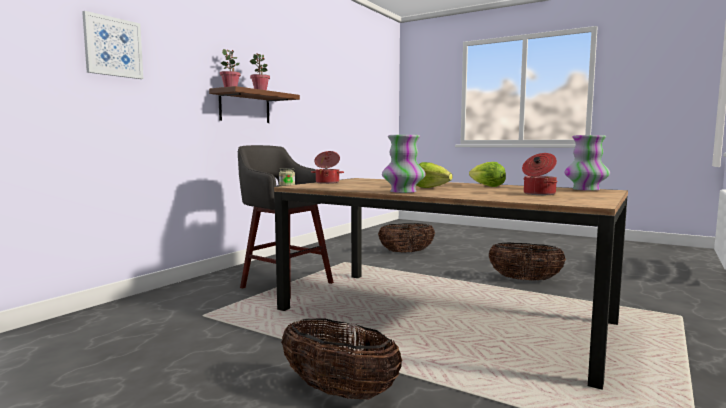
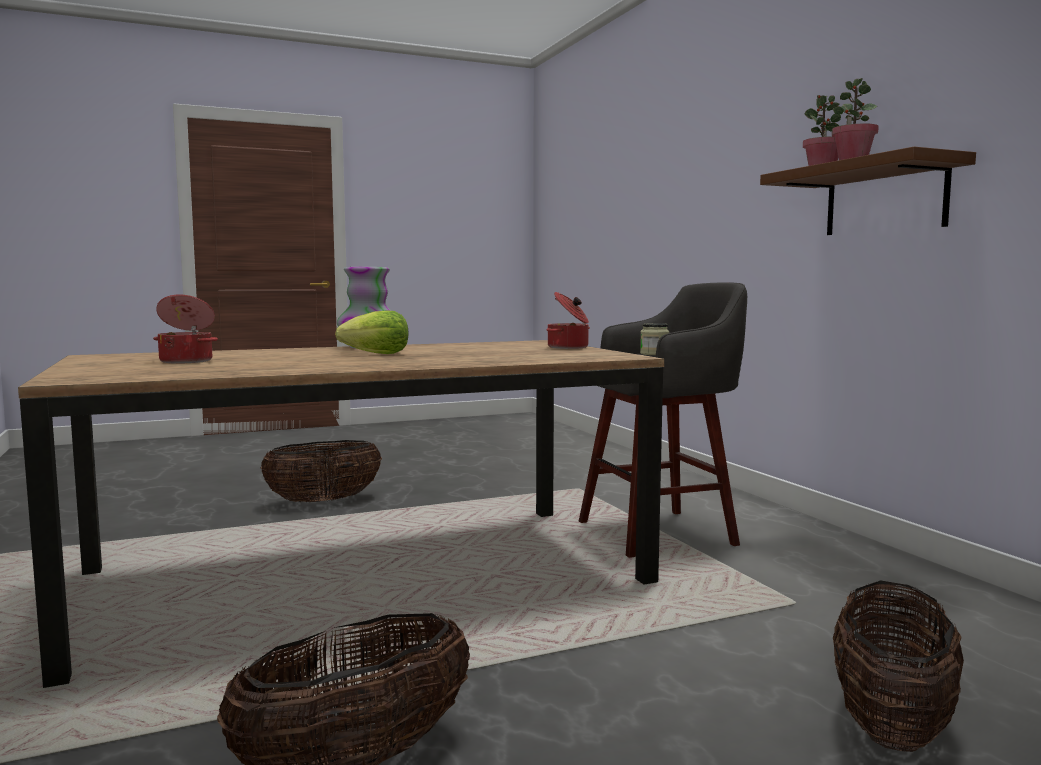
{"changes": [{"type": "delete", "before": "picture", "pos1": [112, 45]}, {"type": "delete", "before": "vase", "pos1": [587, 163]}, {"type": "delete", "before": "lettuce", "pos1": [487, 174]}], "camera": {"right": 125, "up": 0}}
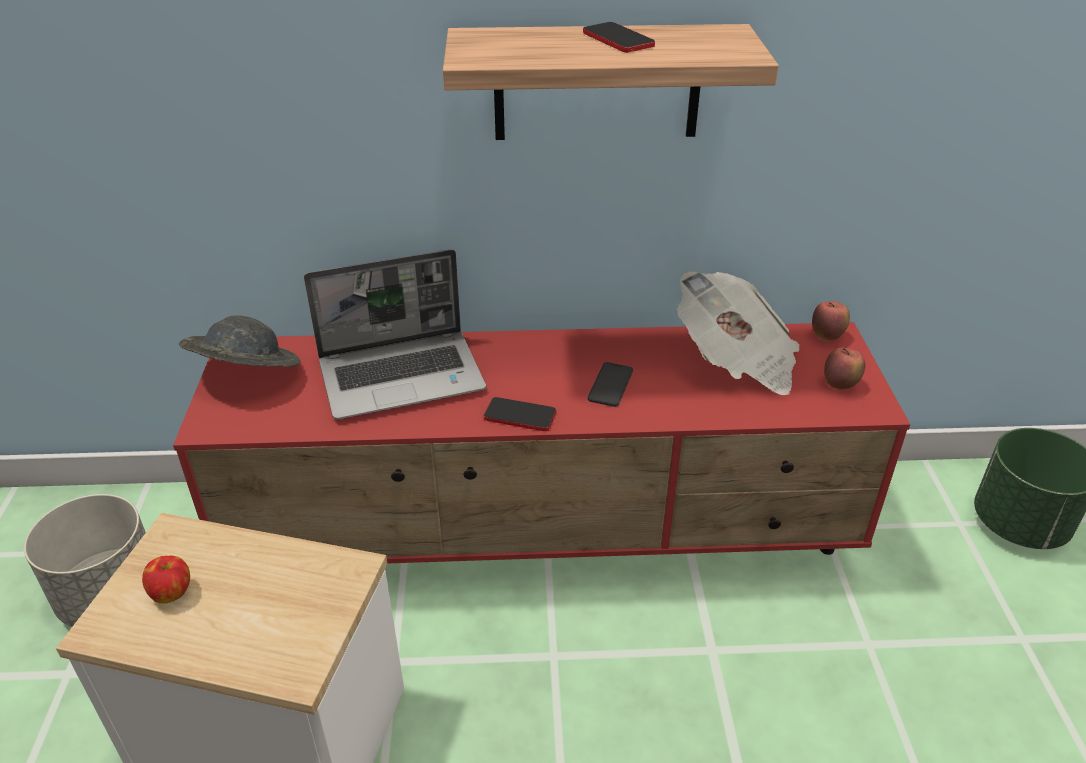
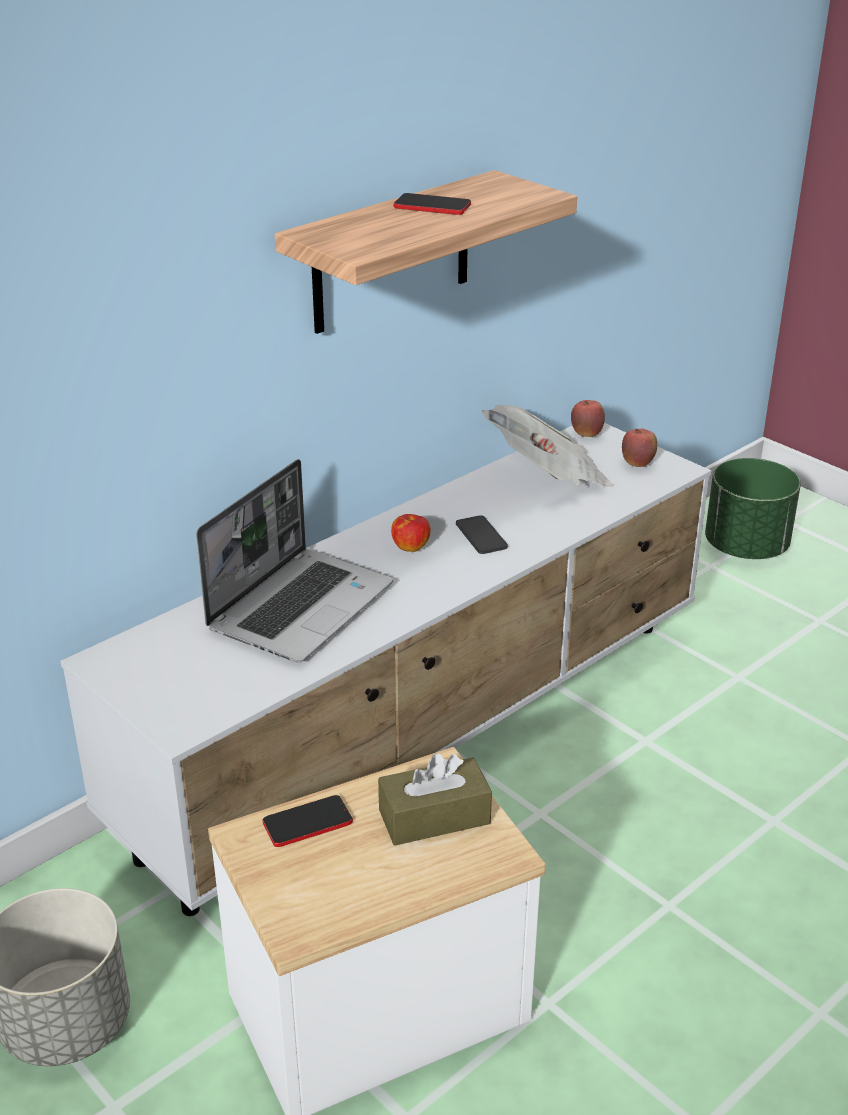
{"changes": [{"type": "delete", "before": "grey hat", "pos1": [240, 341]}, {"type": "recolor", "before": "red tv stand", "after": "white tv stand", "pos1": [541, 442], "pos2": [385, 669]}, {"type": "move", "before": "phone", "pos1": [520, 414], "pos2": [308, 821]}, {"type": "move", "before": "apple", "pos1": [166, 580], "pos2": [411, 533]}, {"type": "insert", "after": "brown tissue box", "pos2": [435, 799]}], "camera": {"right": -40, "up": -5}}
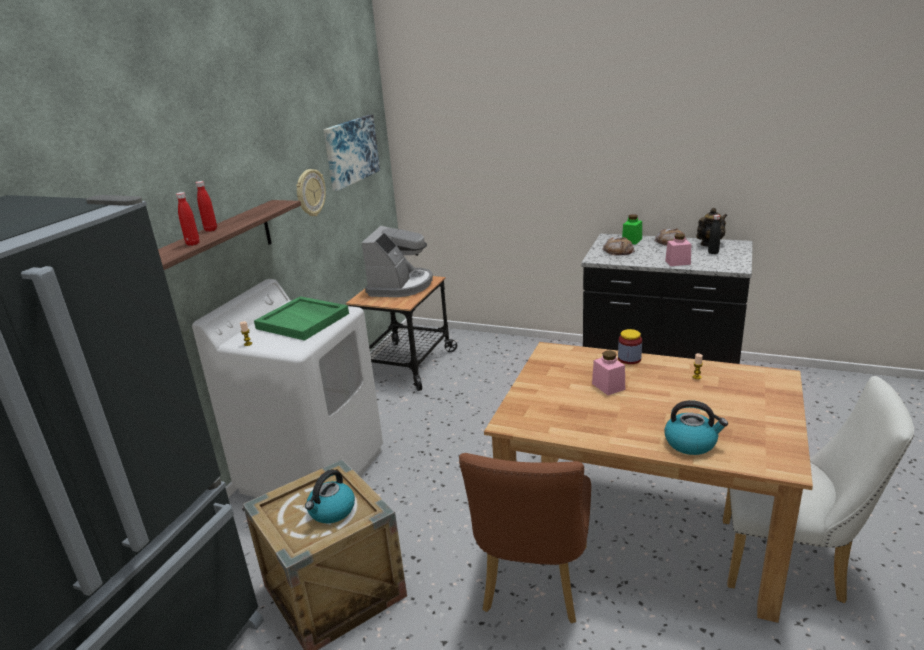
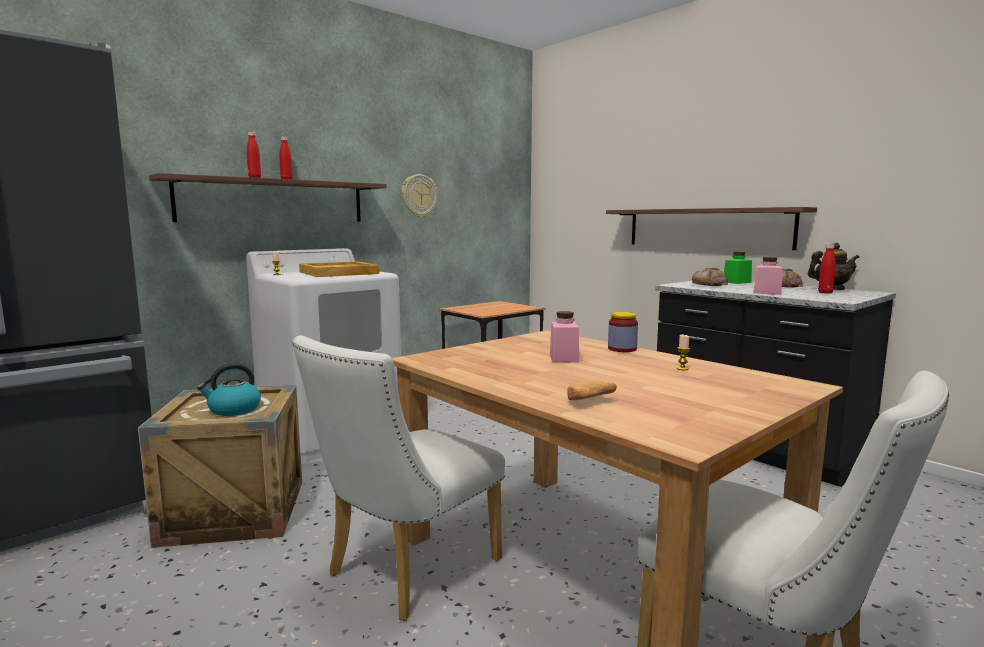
{"changes": [{"type": "delete", "before": "picture", "pos1": [351, 153]}, {"type": "recolor", "before": "black bottle", "after": "red bottle", "pos1": [714, 234], "pos2": [827, 268]}, {"type": "delete", "before": "coffee machine", "pos1": [397, 261]}, {"type": "recolor", "before": "green tray", "after": "beige tray", "pos1": [301, 318], "pos2": [339, 269]}, {"type": "replace", "before": "kettle", "after": "bread", "pos1": [696, 427], "pos2": [592, 390]}, {"type": "recolor", "before": "brown chair", "after": "white chair", "pos1": [525, 538], "pos2": [398, 478]}, {"type": "insert", "after": "shelf", "pos2": [711, 228]}], "camera": {"right": 25, "up": -15}}
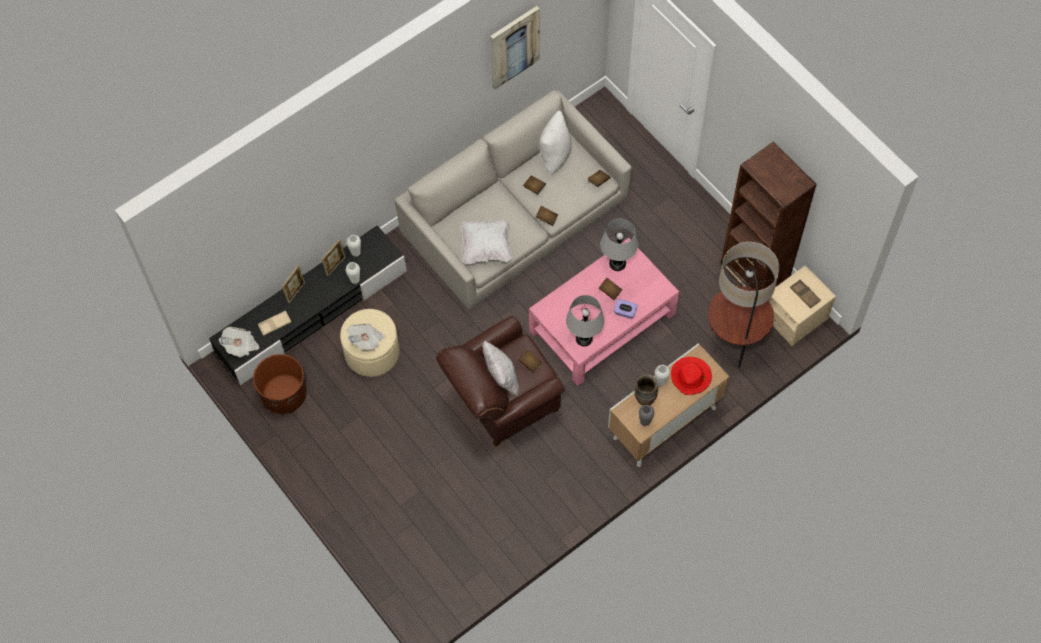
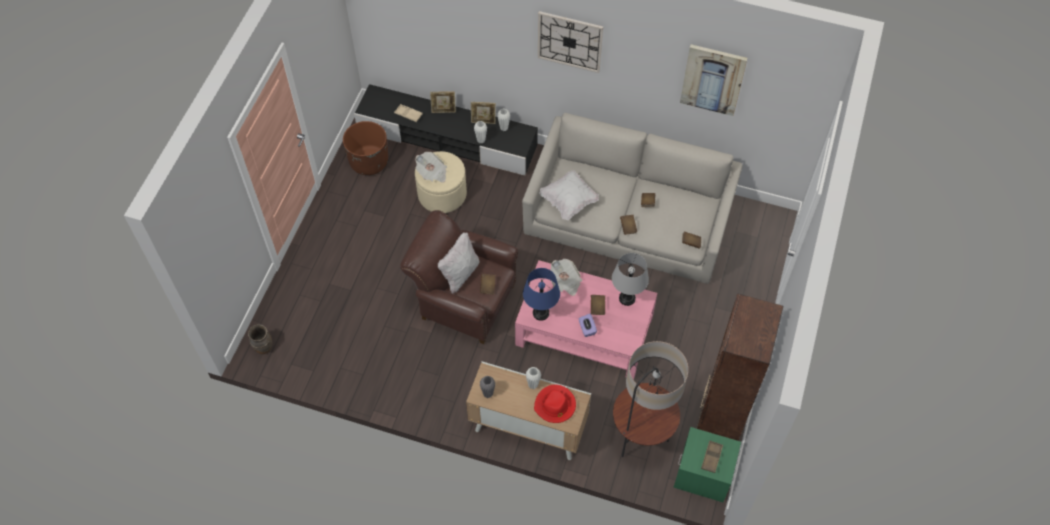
{"changes": [{"type": "delete", "before": "white pillow", "pos1": [555, 142]}, {"type": "recolor", "before": "beige nightstand", "after": "green nightstand", "pos1": [802, 305], "pos2": [707, 464]}, {"type": "recolor", "before": "grey table lamp", "after": "blue table lamp", "pos1": [585, 320], "pos2": [541, 294]}, {"type": "move", "before": "newspaper", "pos1": [239, 341], "pos2": [567, 277]}, {"type": "move", "before": "brown vase", "pos1": [646, 390], "pos2": [260, 339]}, {"type": "insert", "after": "wall clock", "pos2": [570, 42]}], "camera": {"right": 55, "up": -5}}
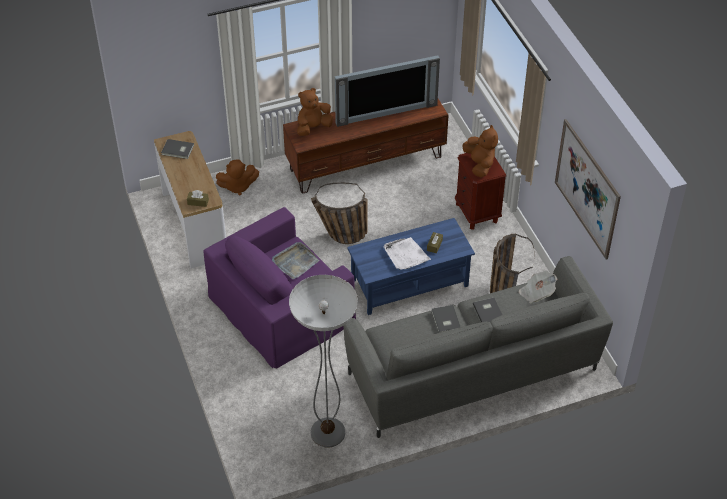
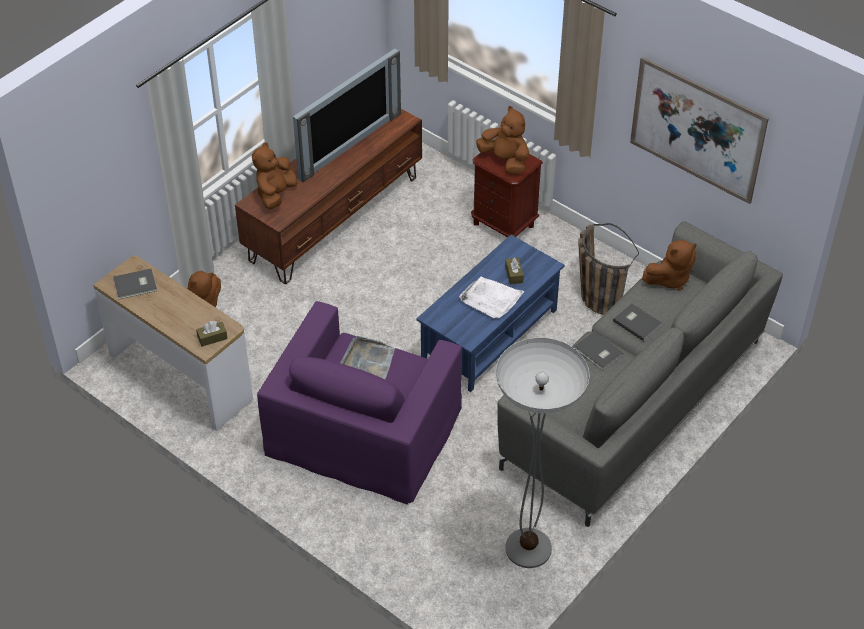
{"changes": [{"type": "delete", "before": "basket", "pos1": [339, 213]}, {"type": "replace", "before": "newspaper", "after": "brown plush toy", "pos1": [538, 287], "pos2": [669, 265]}], "camera": {"right": -30, "up": 0}}
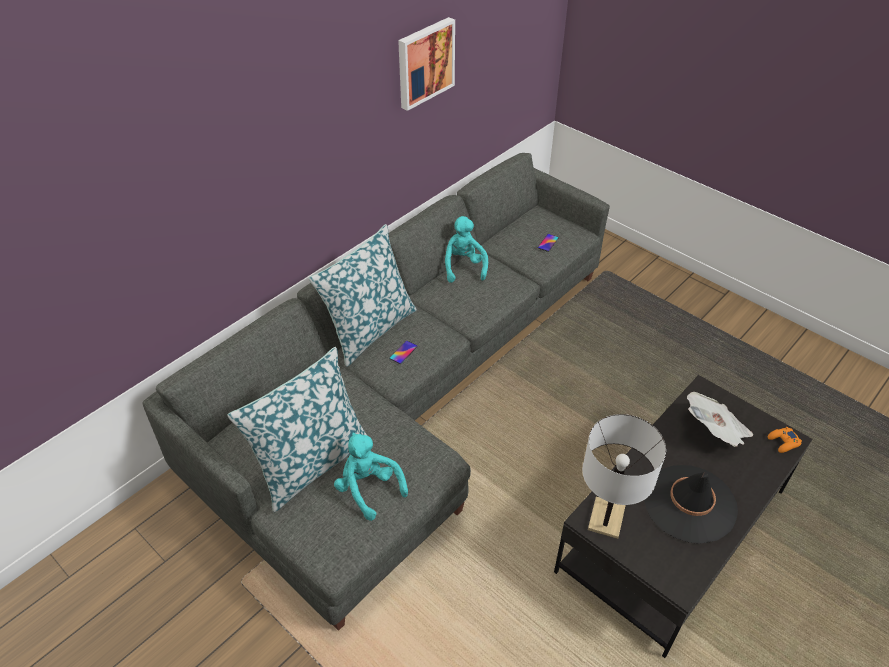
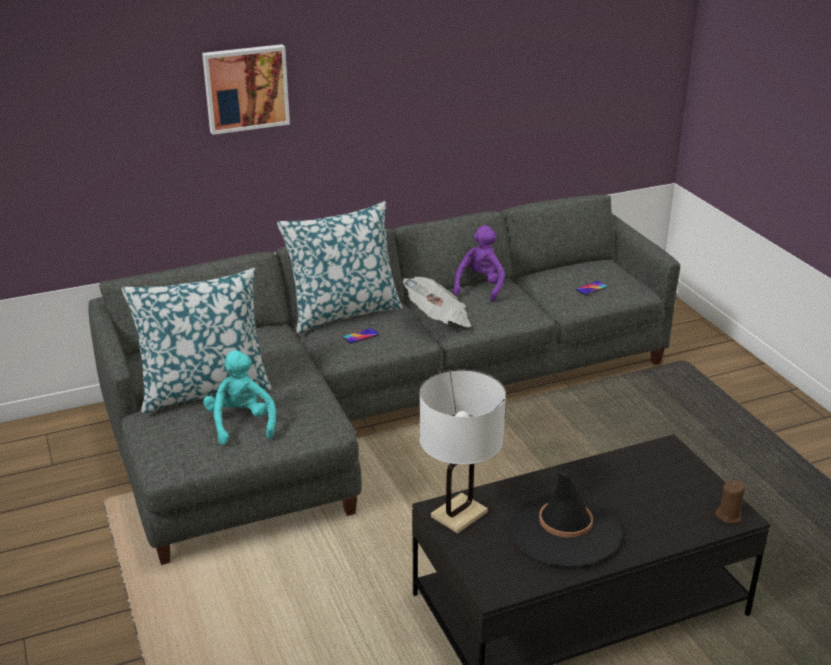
{"changes": [{"type": "move", "before": "picture", "pos1": [426, 64], "pos2": [246, 89]}, {"type": "recolor", "before": "turquoise plush toy", "after": "purple plush toy", "pos1": [466, 249], "pos2": [479, 263]}, {"type": "move", "before": "newspaper", "pos1": [720, 419], "pos2": [437, 302]}, {"type": "replace", "before": "orange game controller", "after": "brown candle", "pos1": [785, 440], "pos2": [730, 502]}], "camera": {"right": 25, "up": -15}}
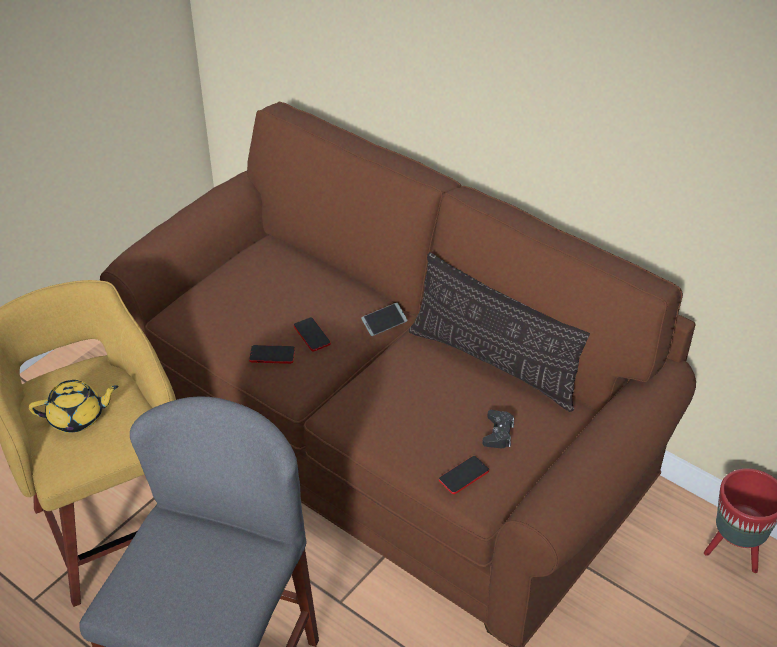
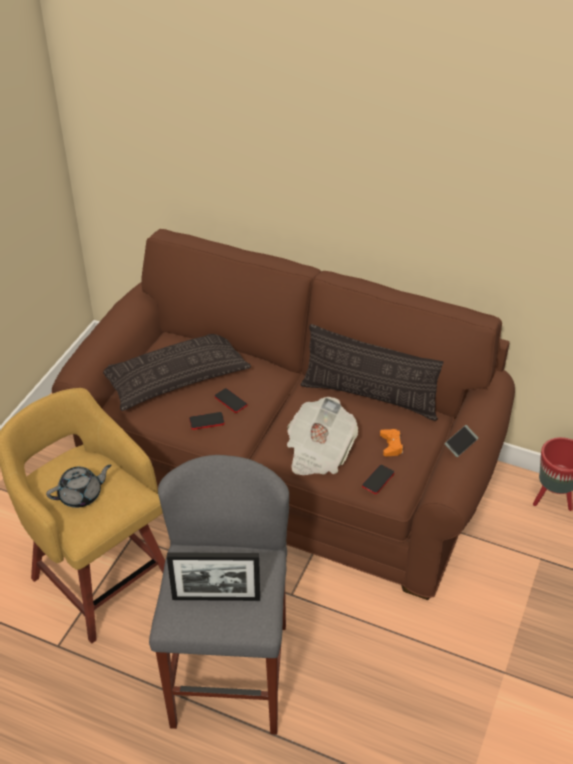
{"changes": [{"type": "move", "before": "phone", "pos1": [384, 319], "pos2": [461, 441]}, {"type": "recolor", "before": "yellow teapot", "after": "grey teapot", "pos1": [74, 406], "pos2": [79, 486]}, {"type": "recolor", "before": "black game controller", "after": "orange game controller", "pos1": [498, 429], "pos2": [391, 443]}, {"type": "insert", "after": "pillow", "pos2": [177, 372]}, {"type": "insert", "after": "newspaper", "pos2": [322, 436]}, {"type": "insert", "after": "picture frame", "pos2": [213, 576]}], "camera": {"right": -15, "up": 0}}
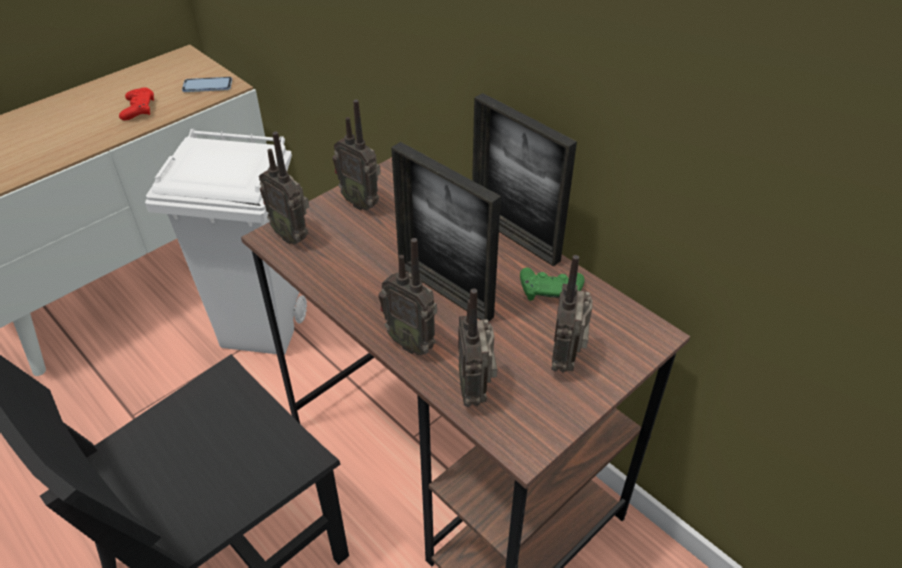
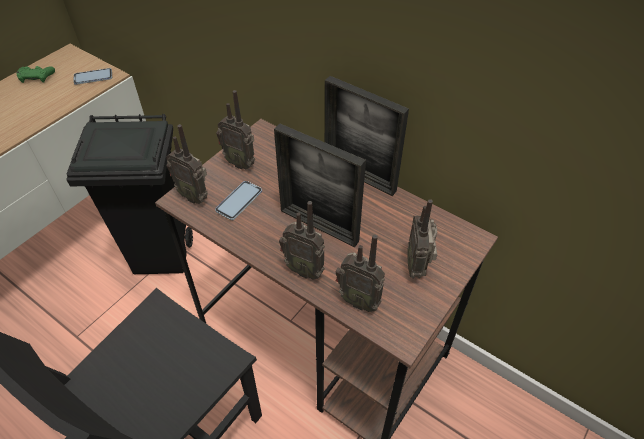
{"changes": [{"type": "delete", "before": "red game controller", "pos1": [136, 104]}, {"type": "recolor", "before": "white trash can", "after": "black trash can", "pos1": [226, 242], "pos2": [129, 194]}, {"type": "move", "before": "green game controller", "pos1": [552, 284], "pos2": [35, 74]}, {"type": "rotate", "before": "radio", "pos1": [477, 347], "pos2": [360, 273], "turn": -45}, {"type": "insert", "after": "phone", "pos2": [238, 200]}], "camera": {"right": -10, "up": 5}}
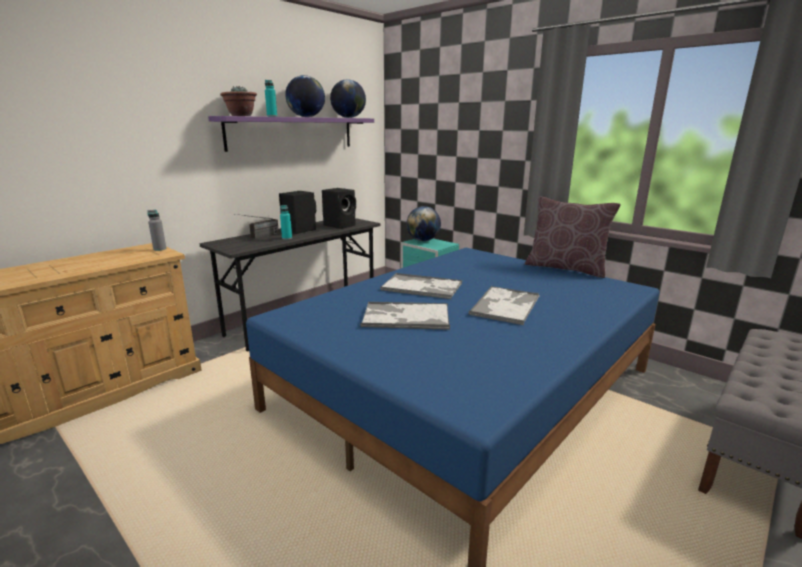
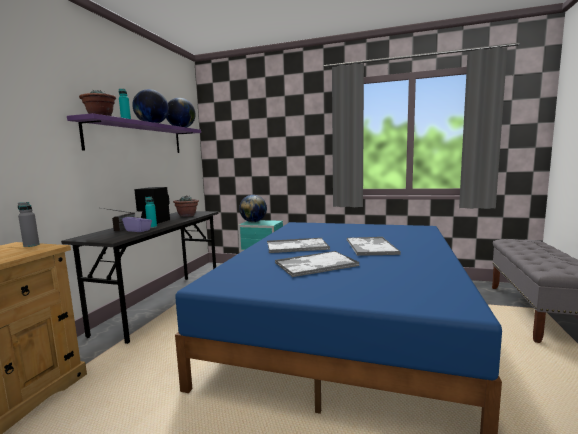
{"changes": [{"type": "replace", "before": "black speaker", "after": "potted plant", "pos1": [339, 208], "pos2": [186, 206]}, {"type": "delete", "before": "brown pillow", "pos1": [573, 237]}, {"type": "insert", "after": "purple tissue box", "pos2": [137, 221]}], "camera": {"right": -25, "up": -10}}
